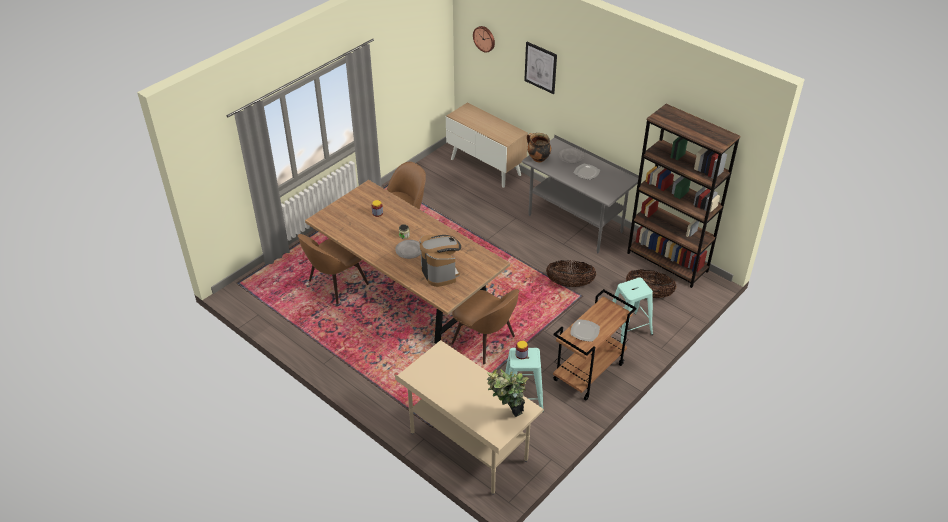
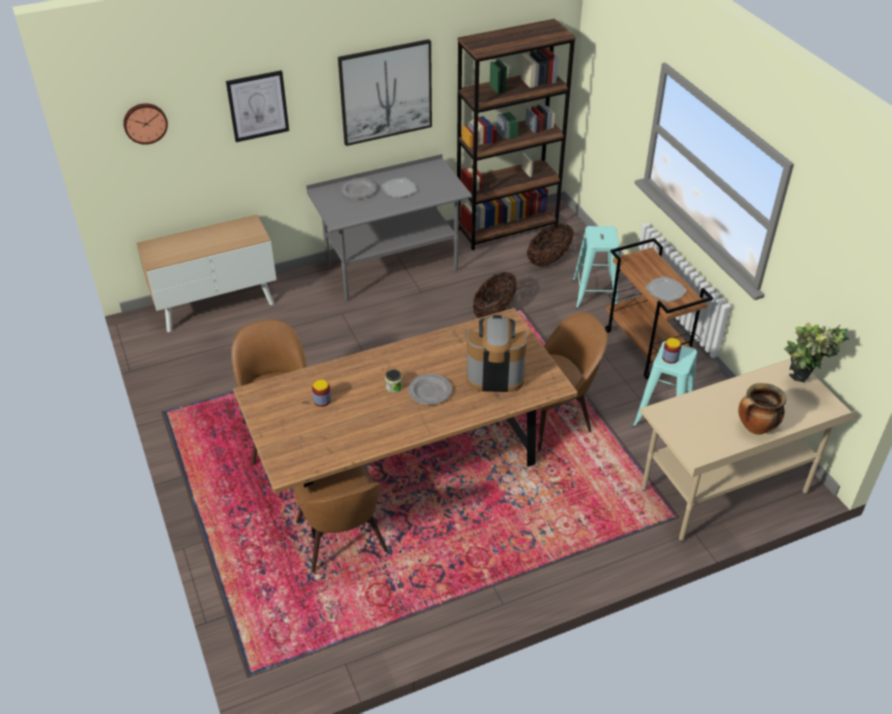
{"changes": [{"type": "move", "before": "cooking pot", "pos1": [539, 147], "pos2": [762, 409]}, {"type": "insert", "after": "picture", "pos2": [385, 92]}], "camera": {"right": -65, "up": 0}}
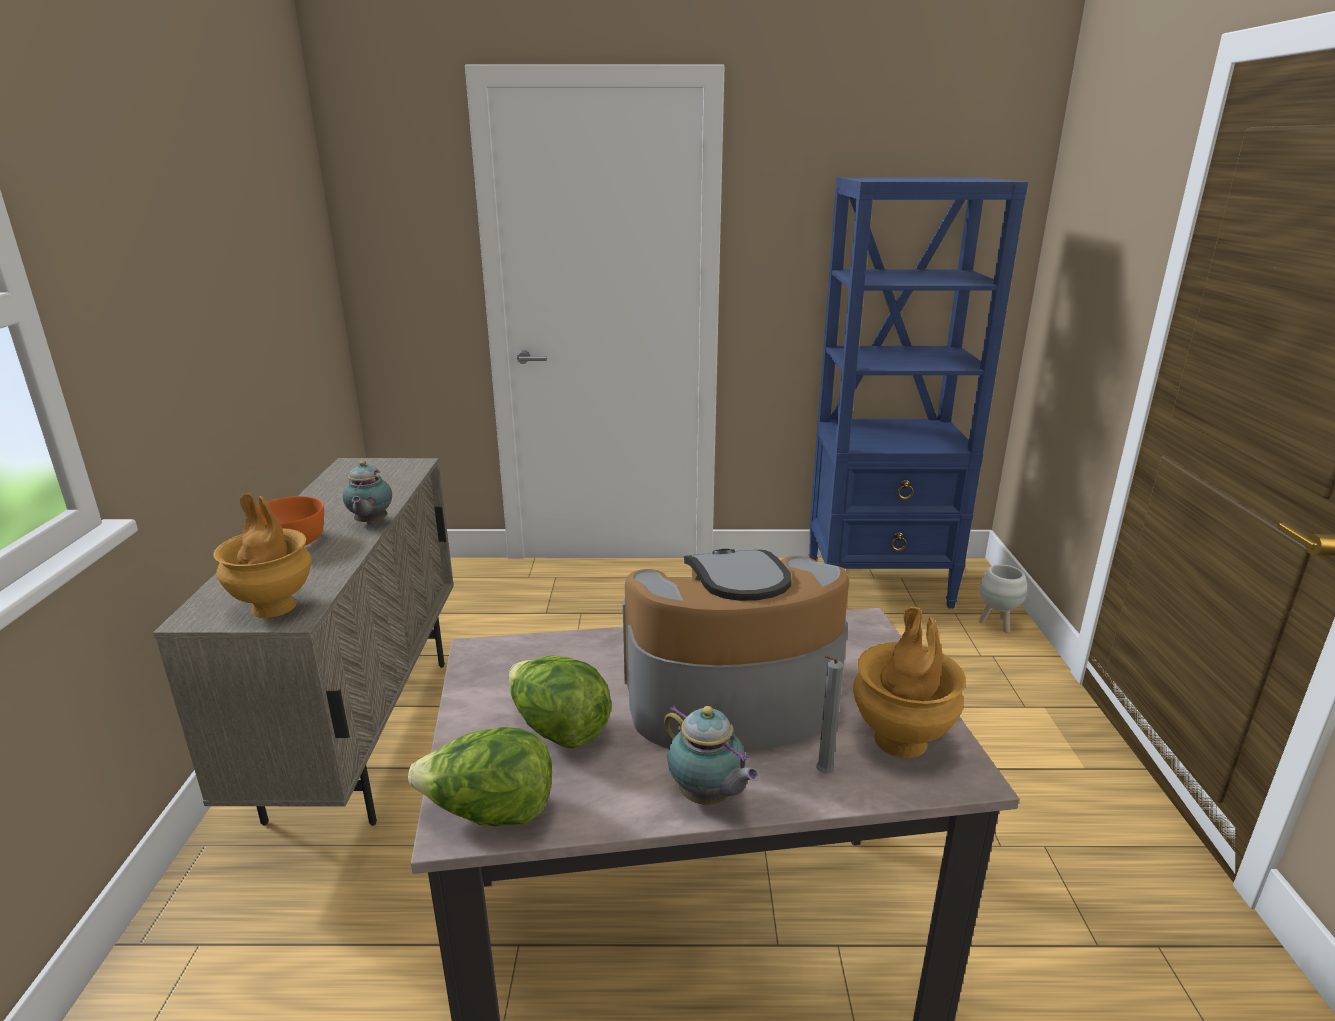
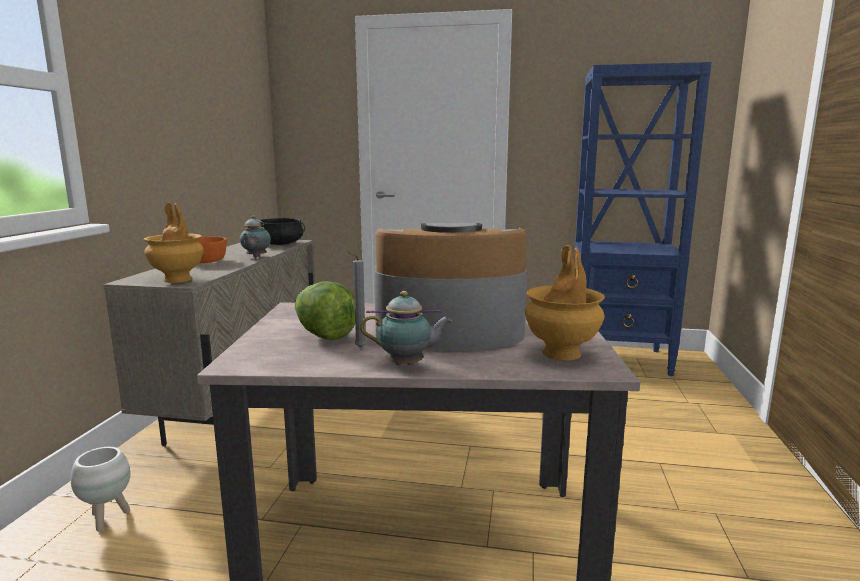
{"changes": [{"type": "move", "before": "white planter", "pos1": [1003, 598], "pos2": [101, 489]}, {"type": "move", "before": "grey candle", "pos1": [829, 715], "pos2": [357, 300]}, {"type": "rotate", "before": "teapot", "pos1": [711, 755], "pos2": [406, 328], "turn": -60}, {"type": "delete", "before": "lettuce", "pos1": [480, 776]}, {"type": "insert", "after": "black cooking pot", "pos2": [283, 231]}], "camera": {"right": 10, "up": -10}}
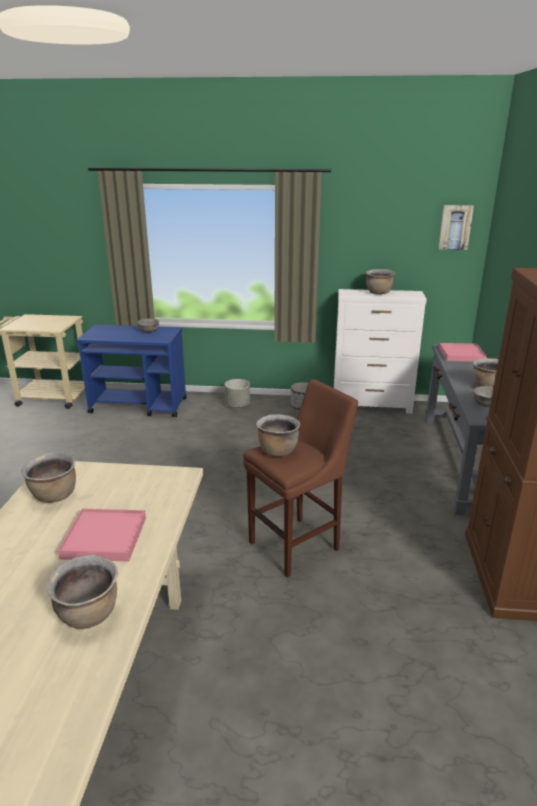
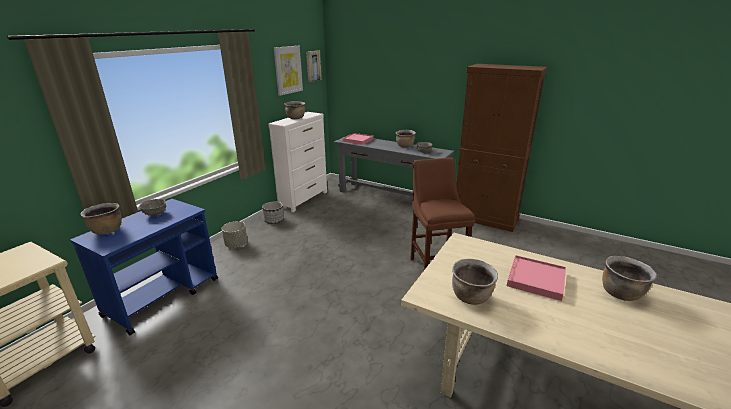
{"changes": [{"type": "move", "before": "brown cooking pot", "pos1": [278, 435], "pos2": [101, 219]}, {"type": "insert", "after": "picture", "pos2": [288, 71]}], "camera": {"right": -65, "up": 0}}
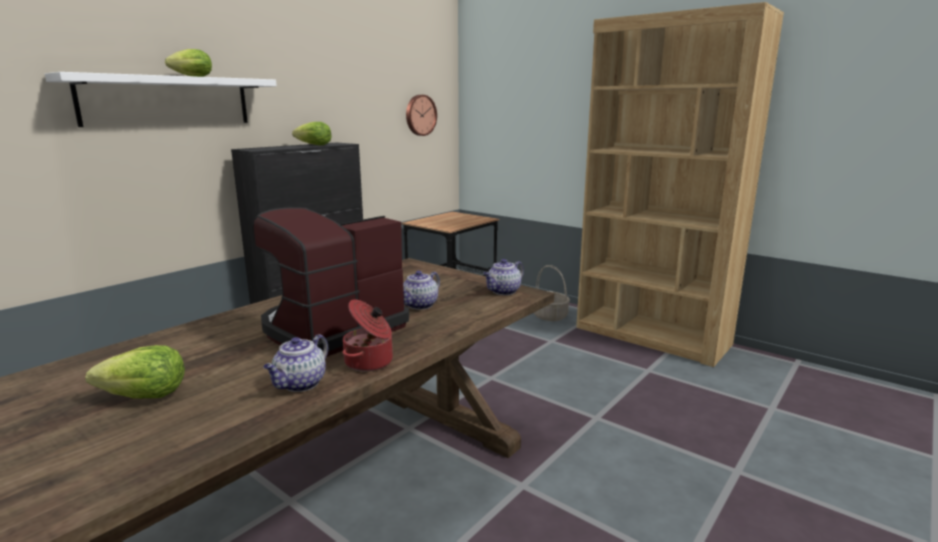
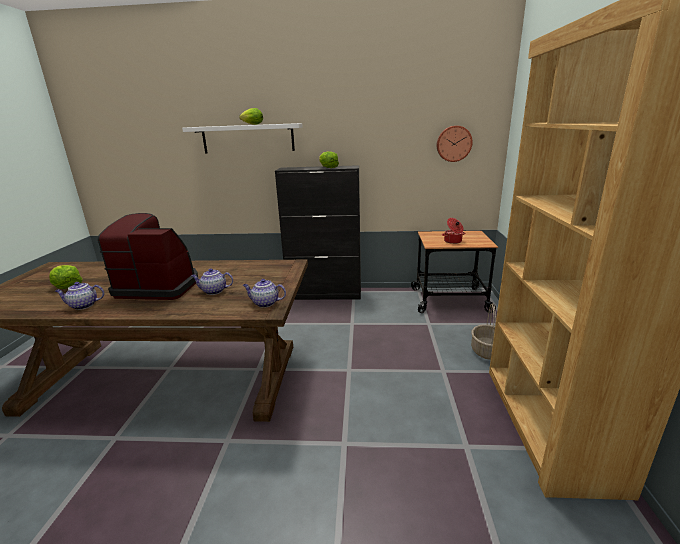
{"changes": [{"type": "move", "before": "cooking pot", "pos1": [368, 335], "pos2": [454, 231]}], "camera": {"right": 55, "up": 5}}
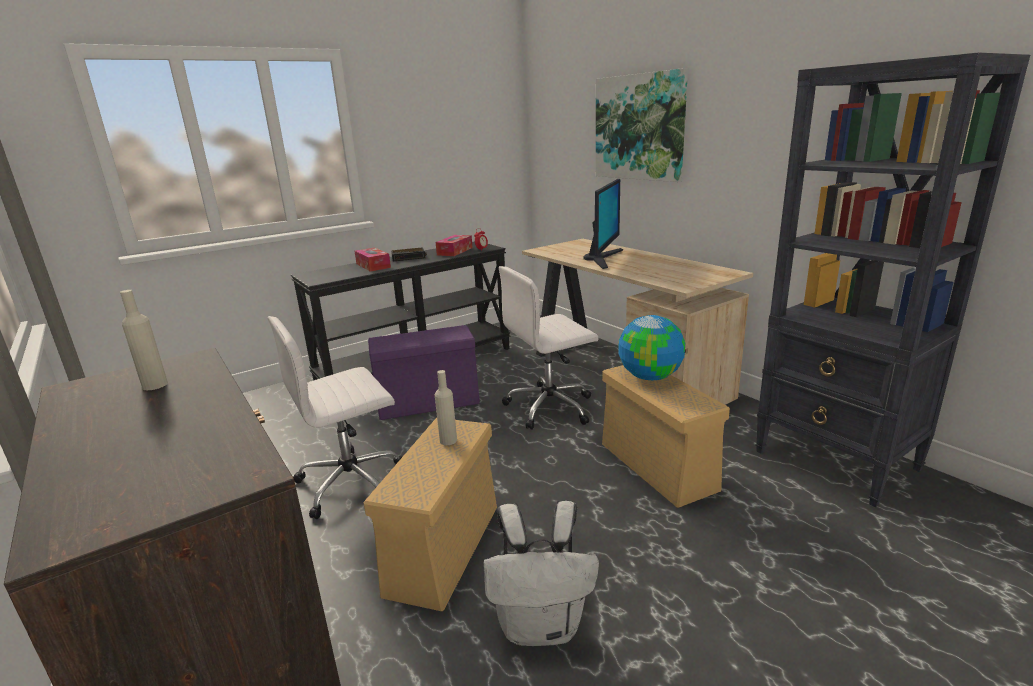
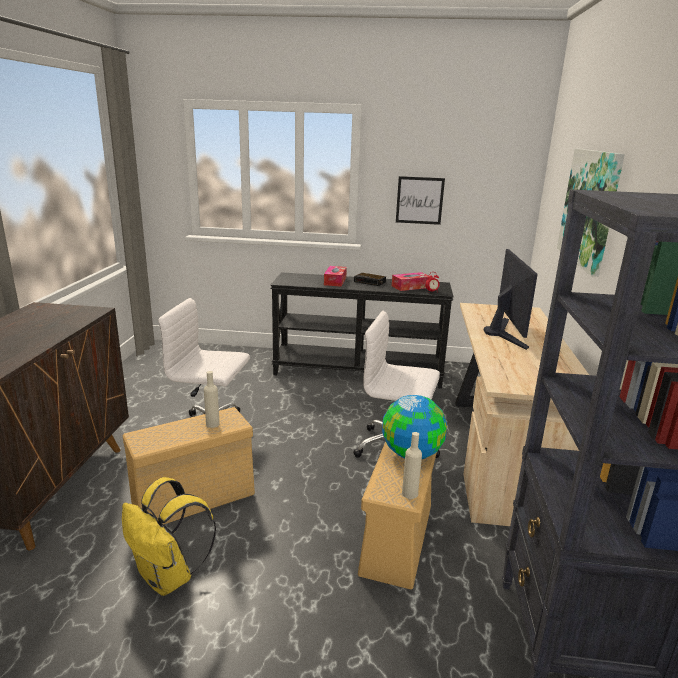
{"changes": [{"type": "rotate", "before": "monitor", "pos1": [603, 224], "pos2": [511, 299], "turn": -60}, {"type": "move", "before": "beige bottle", "pos1": [144, 340], "pos2": [412, 465]}, {"type": "delete", "before": "purple storage box", "pos1": [424, 372]}, {"type": "recolor", "before": "white backpack", "after": "yellow backpack", "pos1": [541, 573], "pos2": [169, 536]}, {"type": "insert", "after": "picture", "pos2": [420, 200]}], "camera": {"right": 40, "up": 0}}
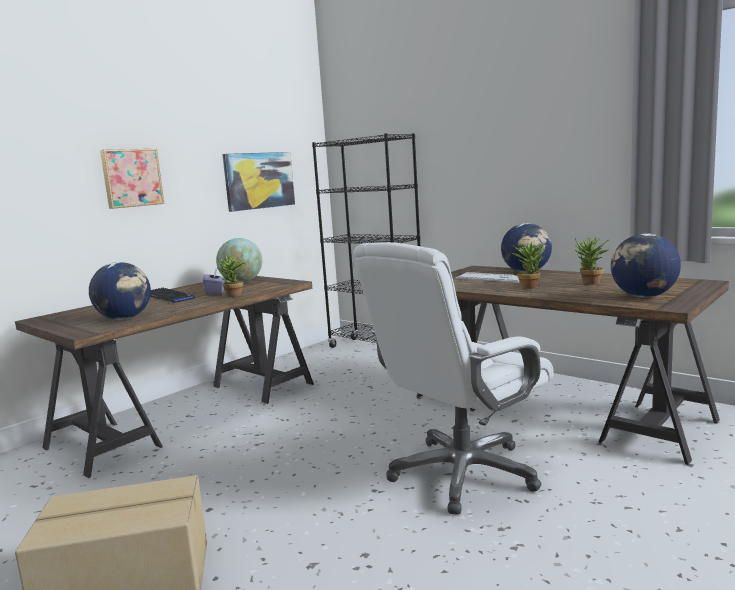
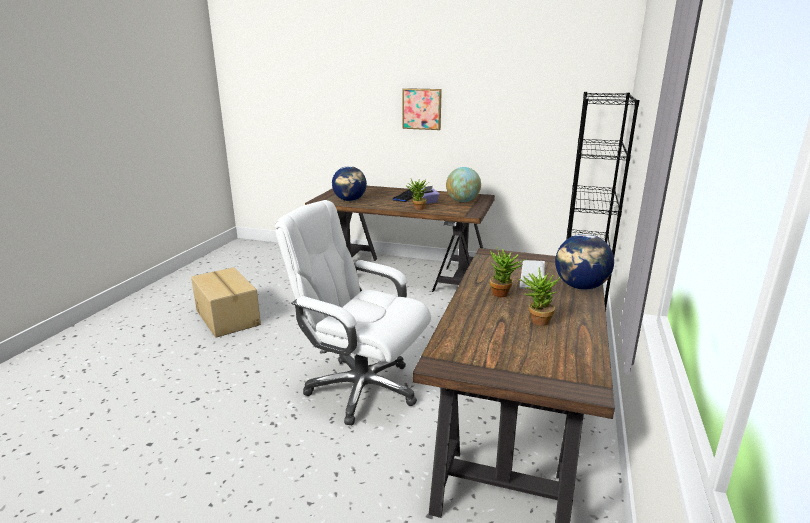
{"changes": [{"type": "delete", "before": "picture", "pos1": [258, 182]}, {"type": "delete", "before": "globe", "pos1": [646, 265]}], "camera": {"right": 65, "up": 10}}
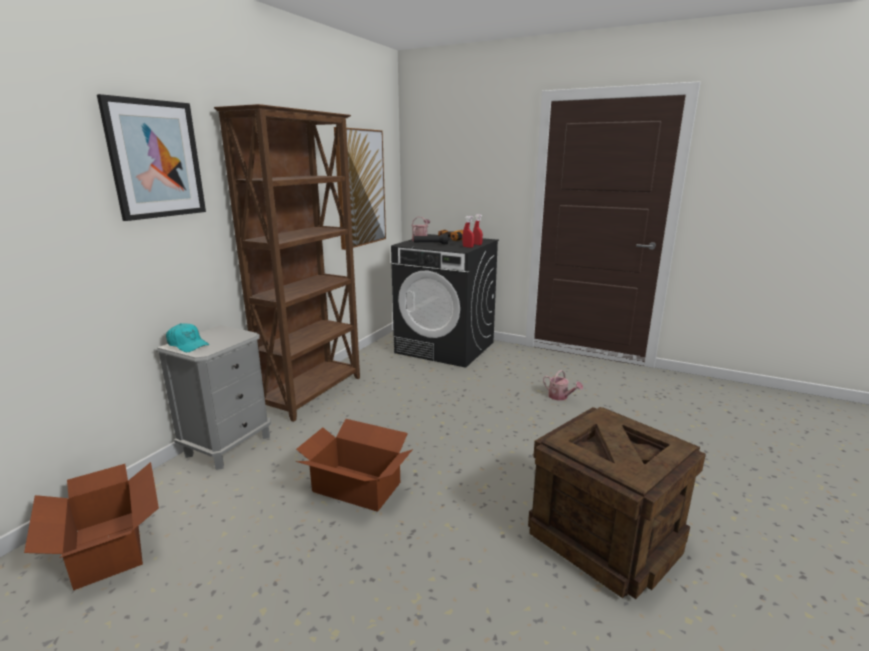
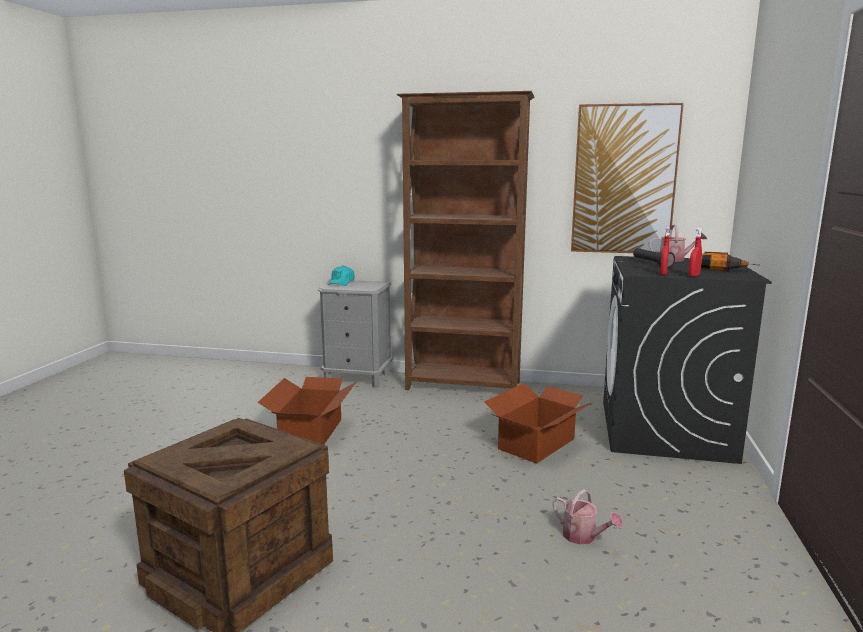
{"changes": [{"type": "delete", "before": "picture", "pos1": [151, 157]}, {"type": "rotate", "before": "watering can", "pos1": [563, 385], "pos2": [588, 516], "turn": -75}, {"type": "move", "before": "cardboard box", "pos1": [91, 526], "pos2": [538, 423]}], "camera": {"right": 75, "up": -5}}
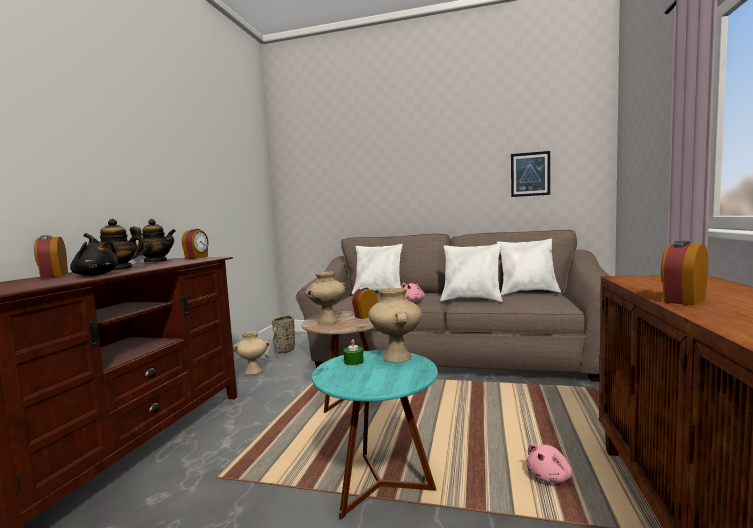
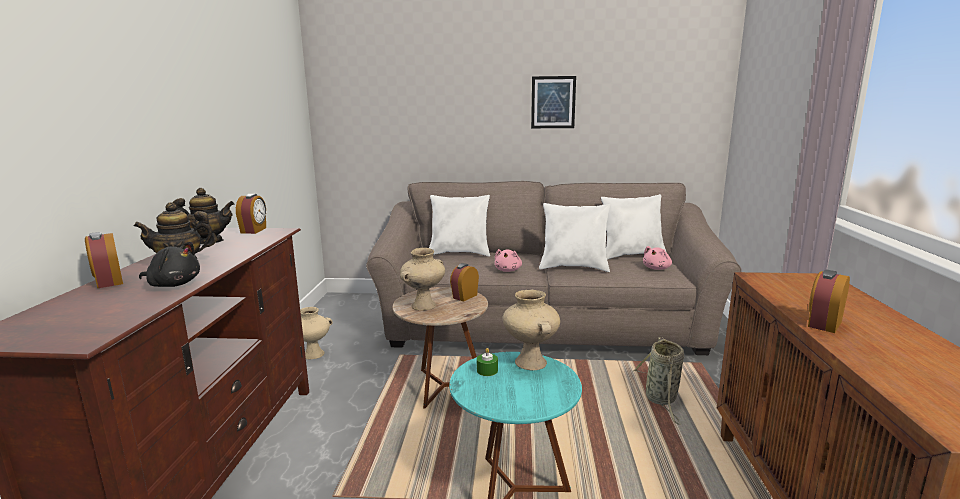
{"changes": [{"type": "move", "before": "picture", "pos1": [530, 174], "pos2": [553, 102]}, {"type": "move", "before": "basket", "pos1": [281, 336], "pos2": [658, 381]}, {"type": "move", "before": "pink plush toy", "pos1": [549, 463], "pos2": [657, 258]}], "camera": {"right": -10, "up": 10}}
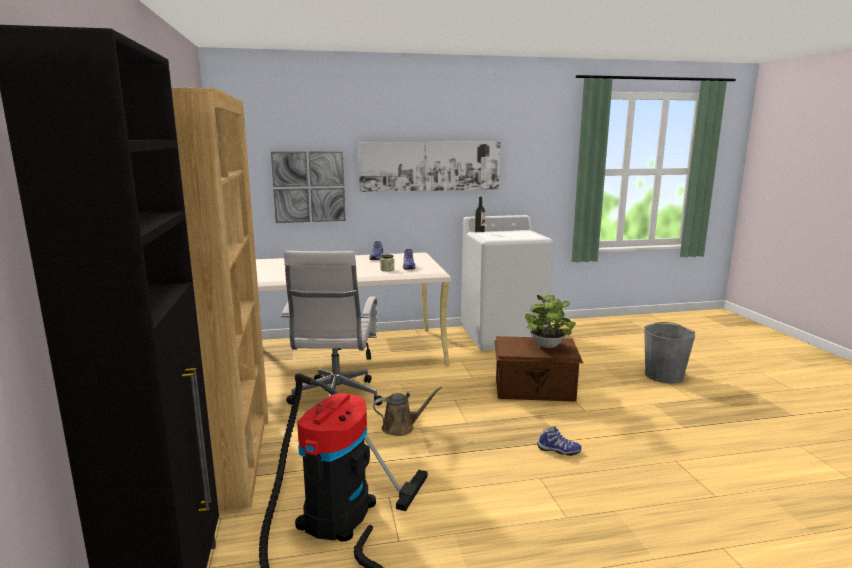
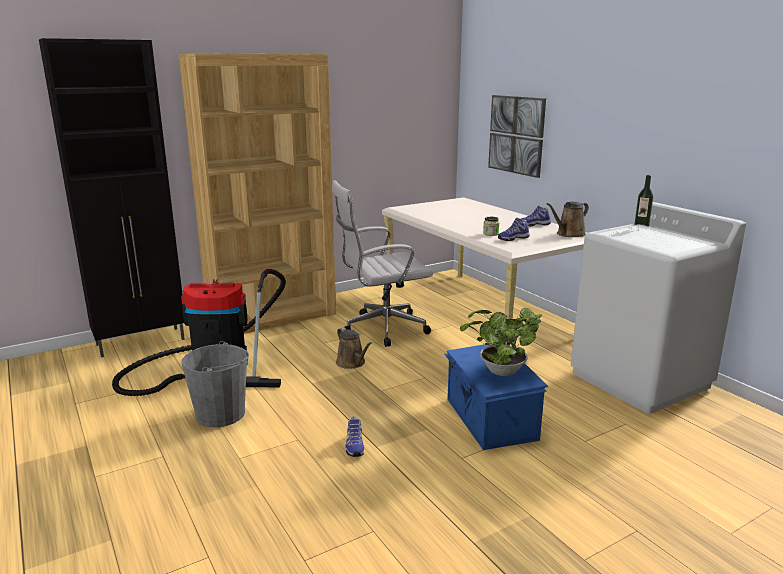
{"changes": [{"type": "delete", "before": "picture", "pos1": [429, 167]}, {"type": "move", "before": "grey bucket", "pos1": [669, 353], "pos2": [215, 384]}, {"type": "recolor", "before": "brown storage box", "after": "blue storage box", "pos1": [538, 369], "pos2": [496, 397]}, {"type": "insert", "after": "brown watering can", "pos2": [568, 219]}], "camera": {"right": 70, "up": 5}}
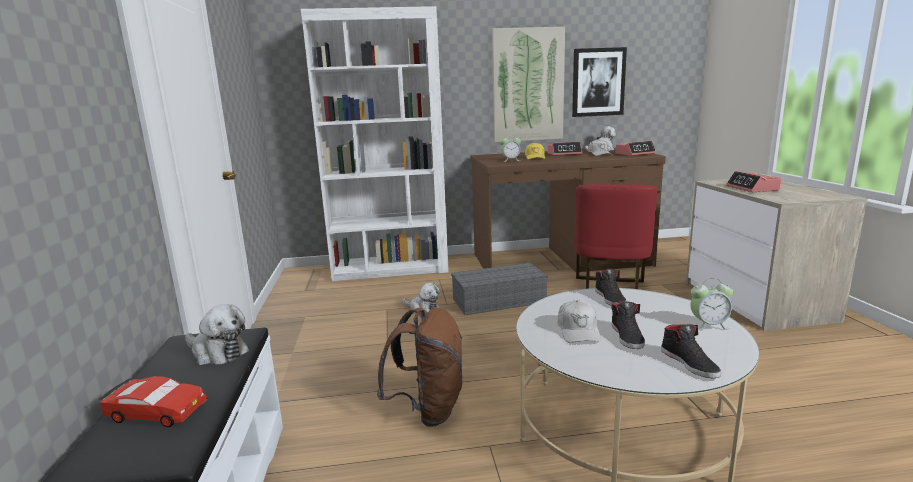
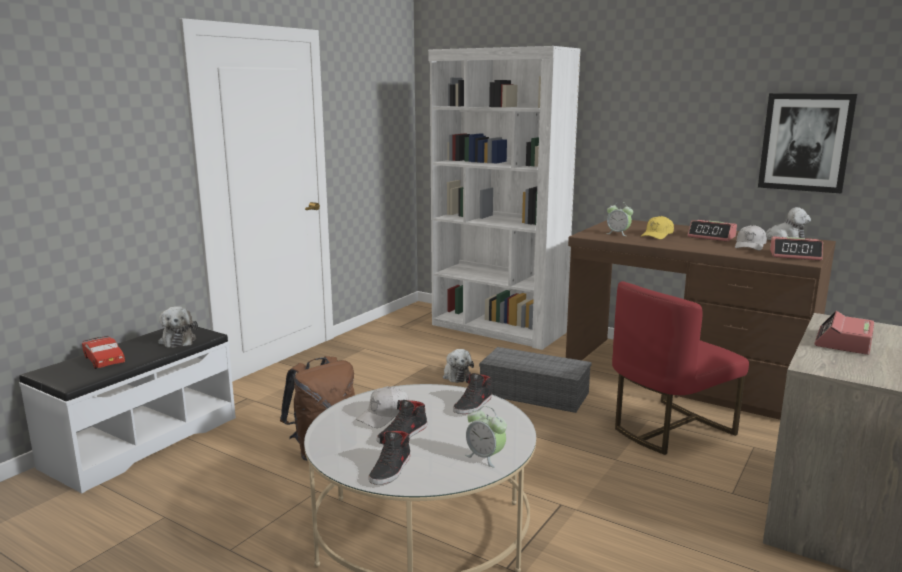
{"changes": [{"type": "delete", "before": "picture", "pos1": [528, 84]}], "camera": {"right": 40, "up": 0}}
